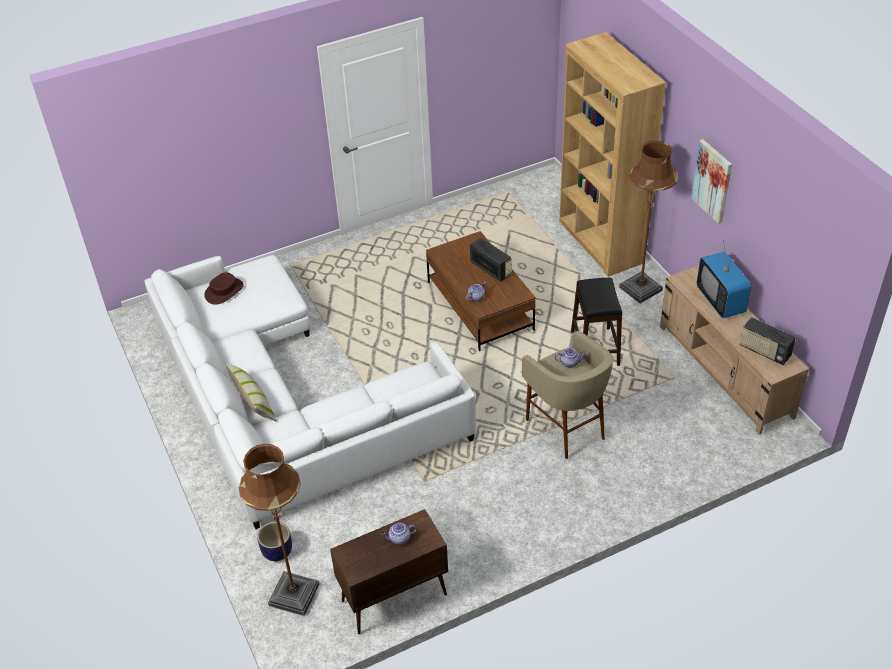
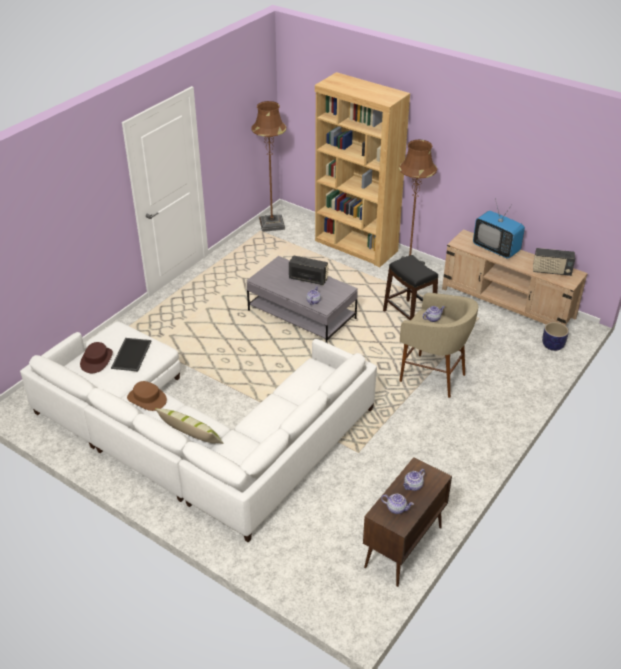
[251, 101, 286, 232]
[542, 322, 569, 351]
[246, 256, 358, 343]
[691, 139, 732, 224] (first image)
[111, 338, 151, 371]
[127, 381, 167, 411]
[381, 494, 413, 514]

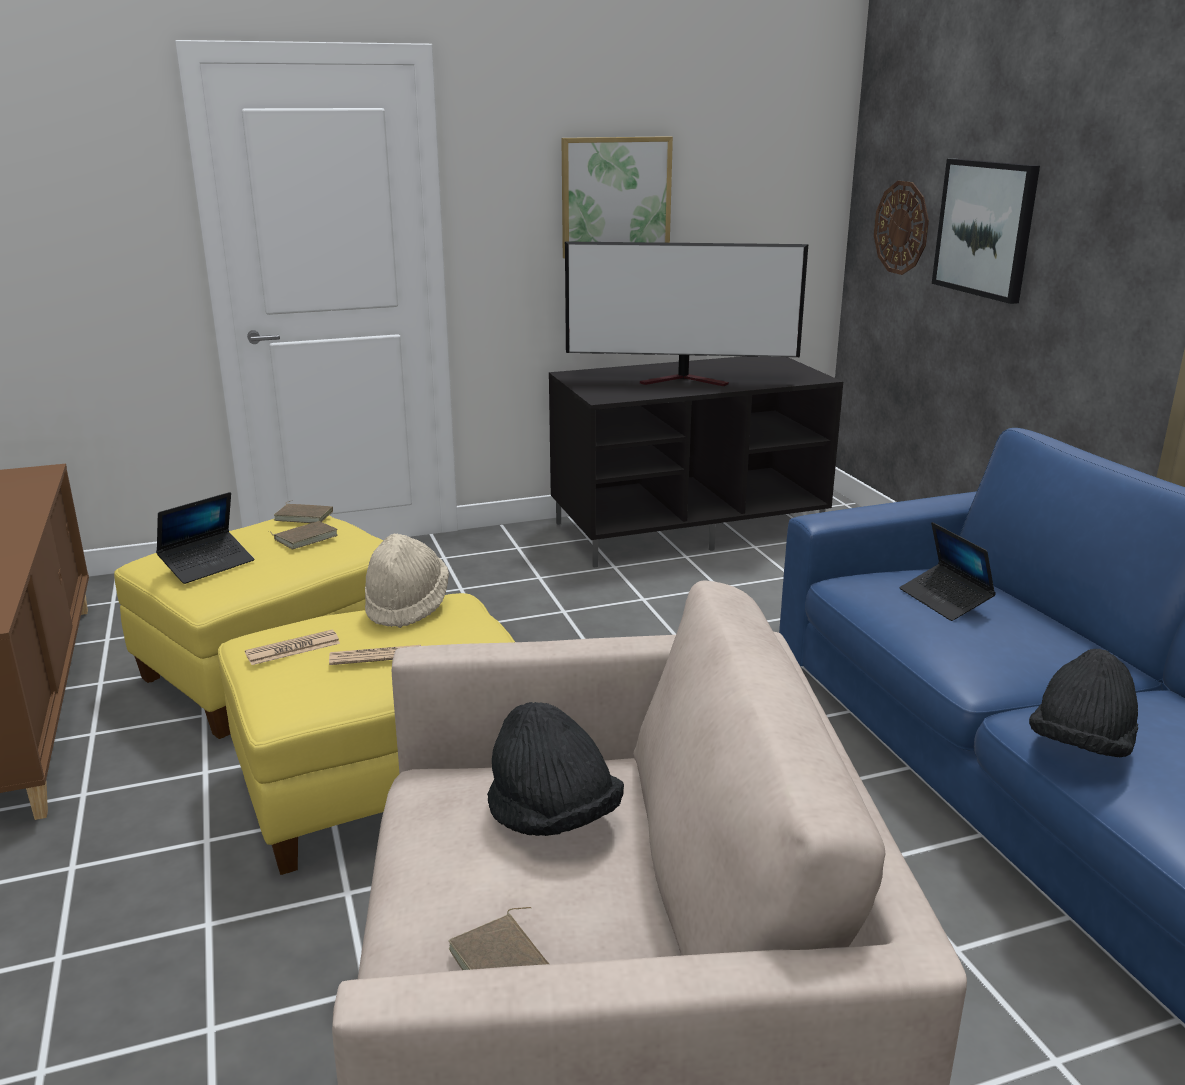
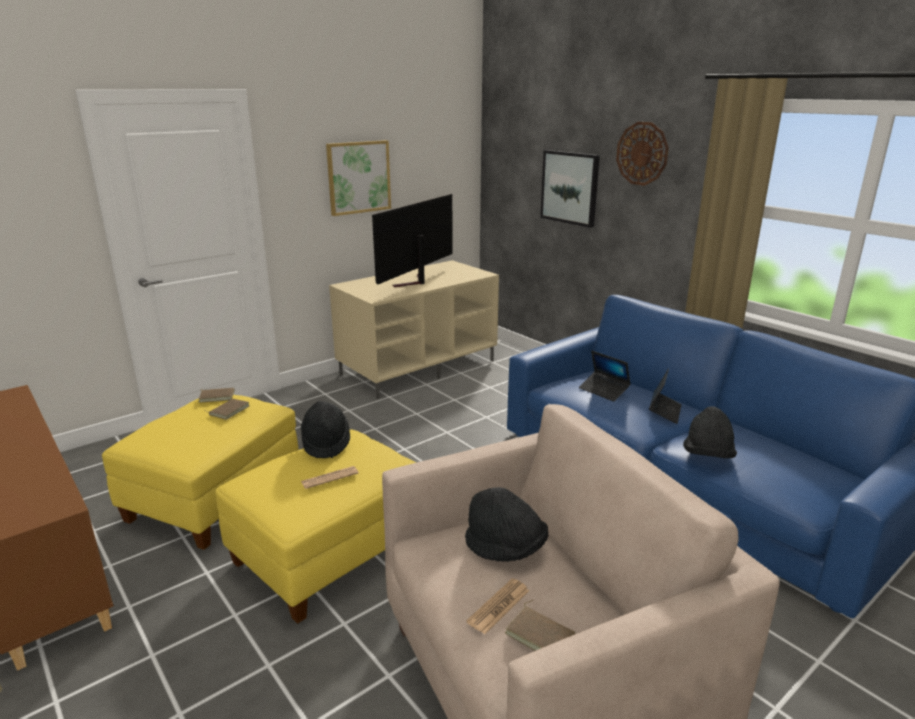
[649, 368, 682, 424]
[466, 579, 529, 634]
[301, 401, 350, 458]
[329, 260, 499, 399]
[372, 194, 453, 287]
[616, 122, 669, 186]

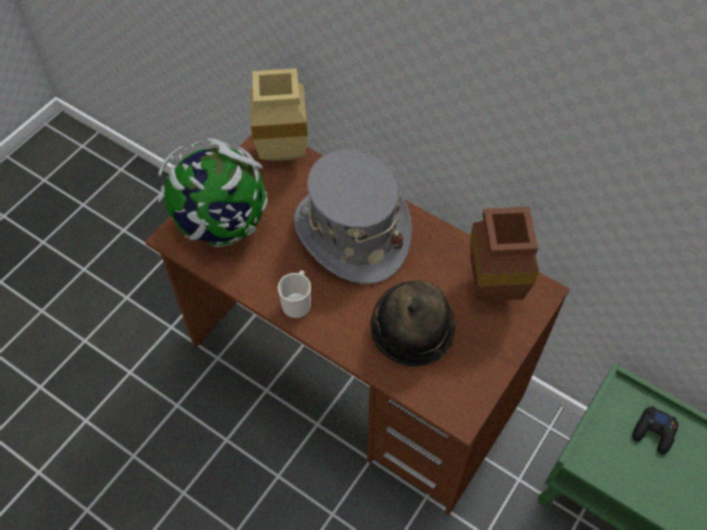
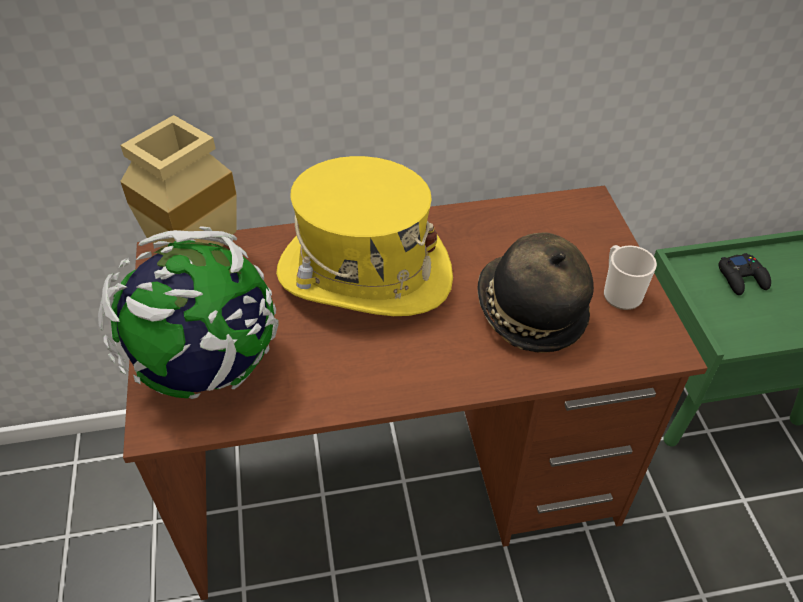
[604, 245, 657, 310]
[276, 156, 453, 316]
[470, 207, 539, 302] (first image)

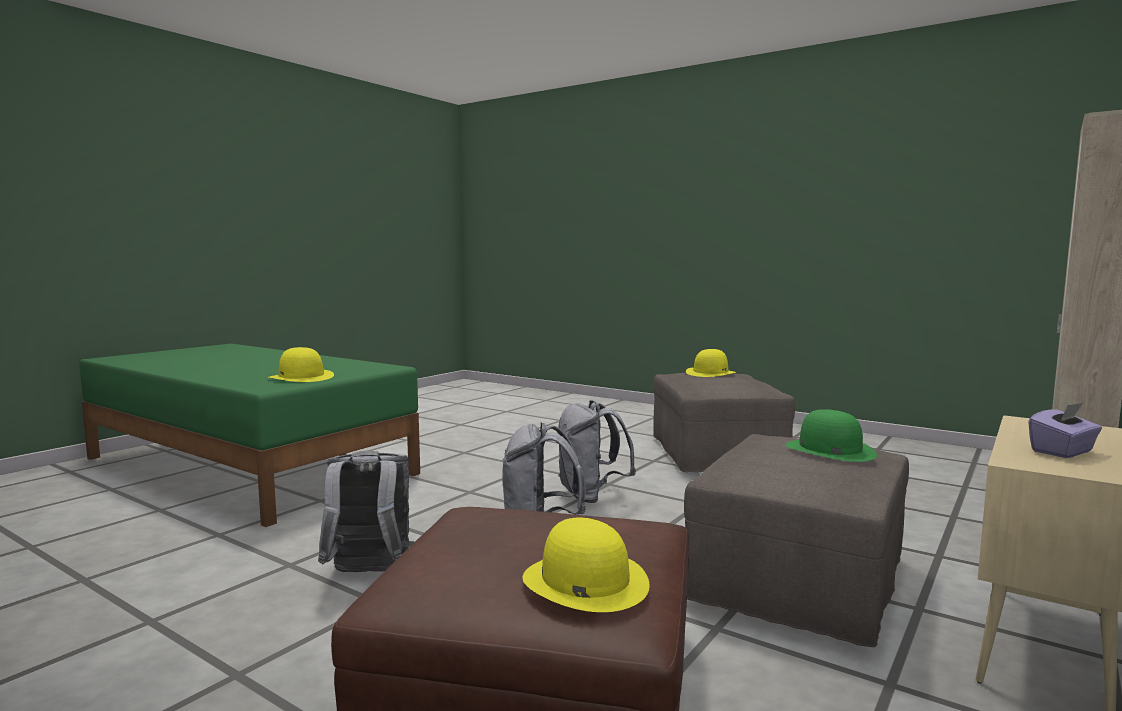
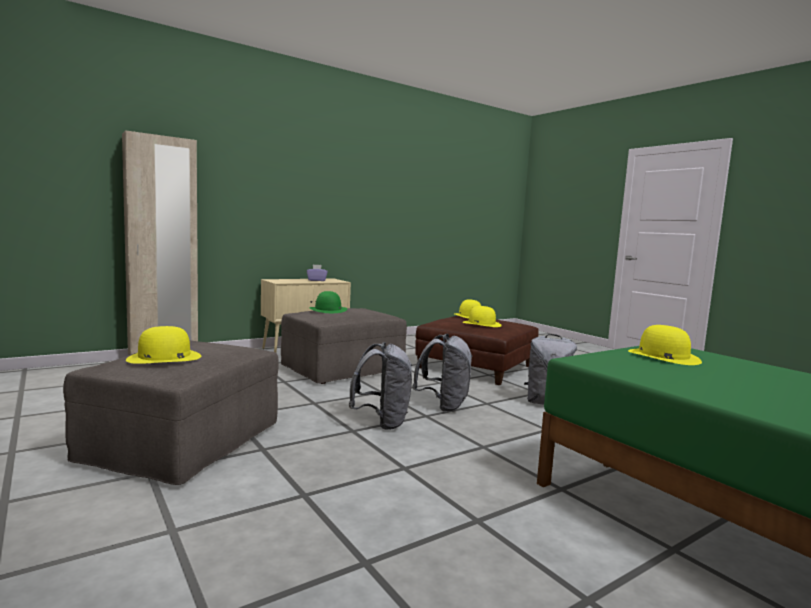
[463, 306, 502, 327]

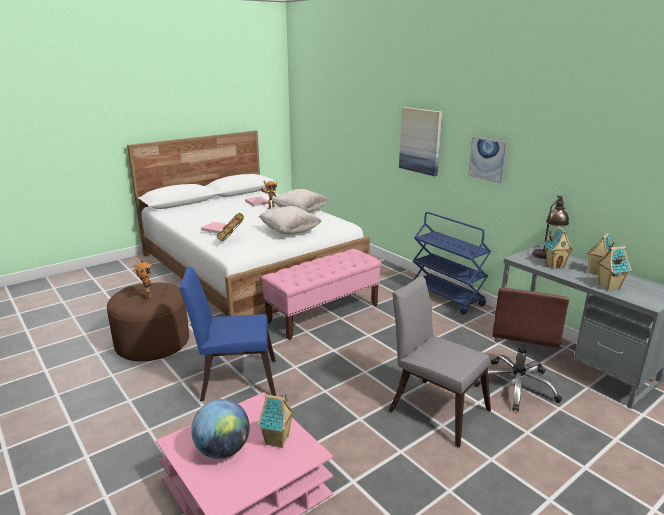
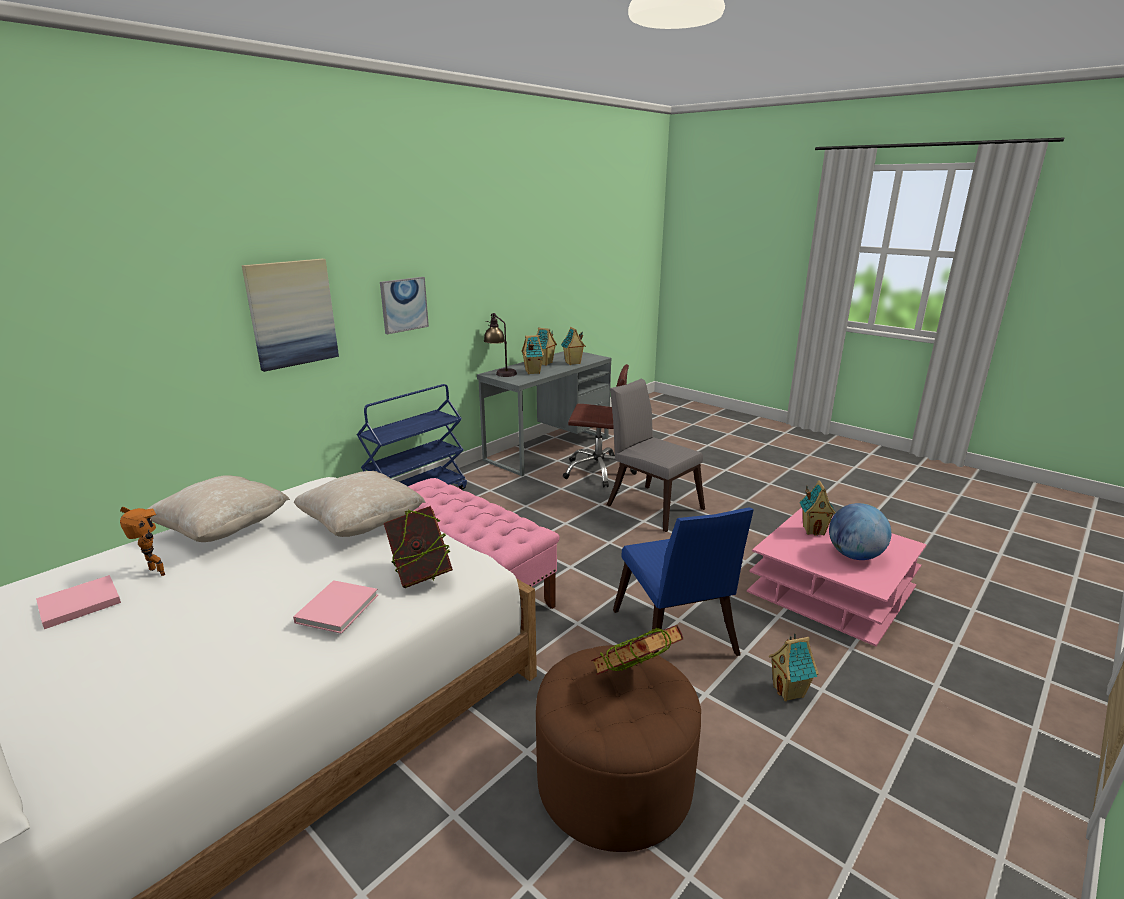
[591, 625, 683, 675]
[607, 379, 705, 532]
[769, 633, 819, 702]

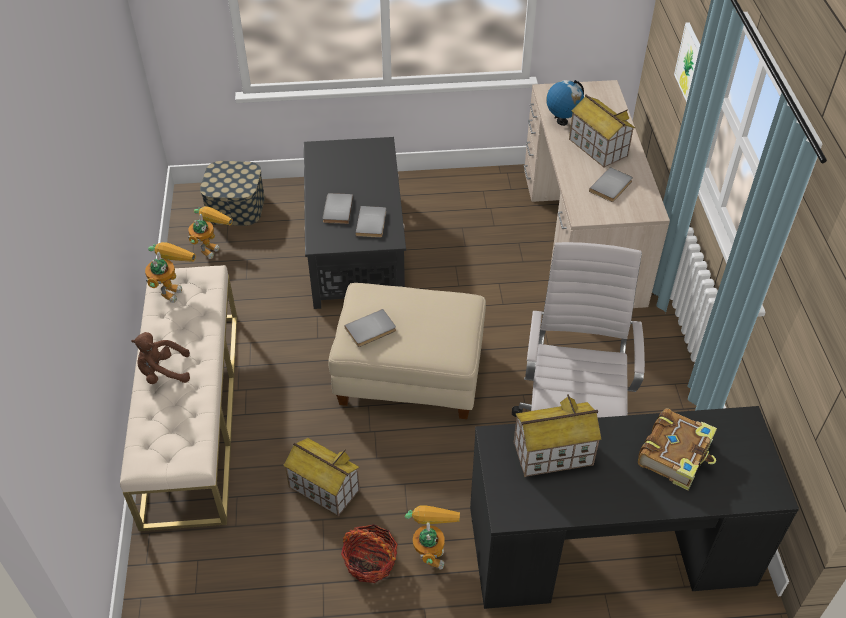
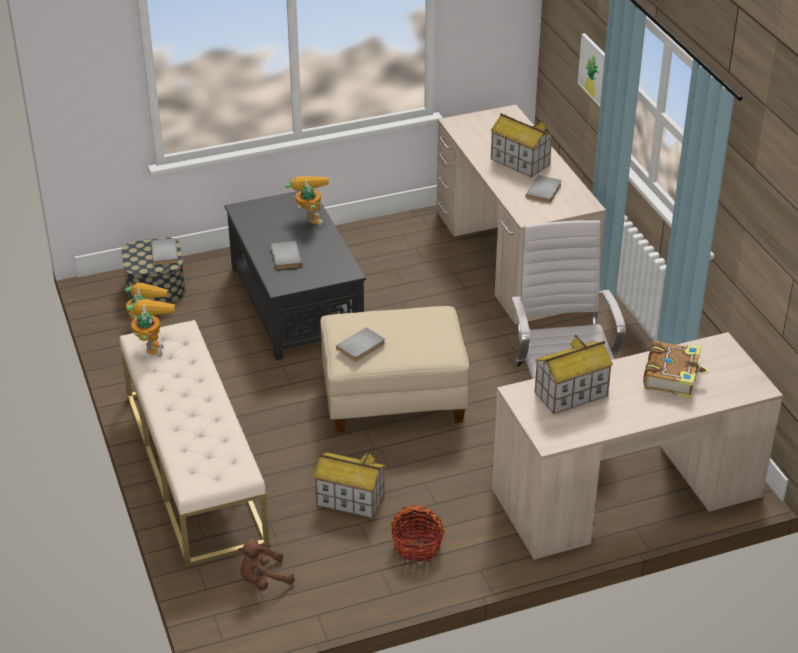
[238, 538, 295, 591]
[151, 238, 178, 265]
[285, 176, 329, 226]
[492, 332, 783, 560]
[546, 80, 584, 126] (first image)

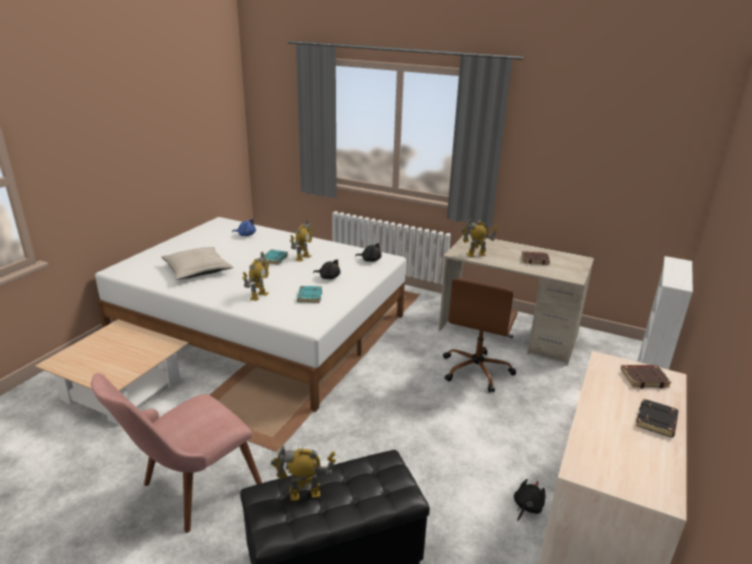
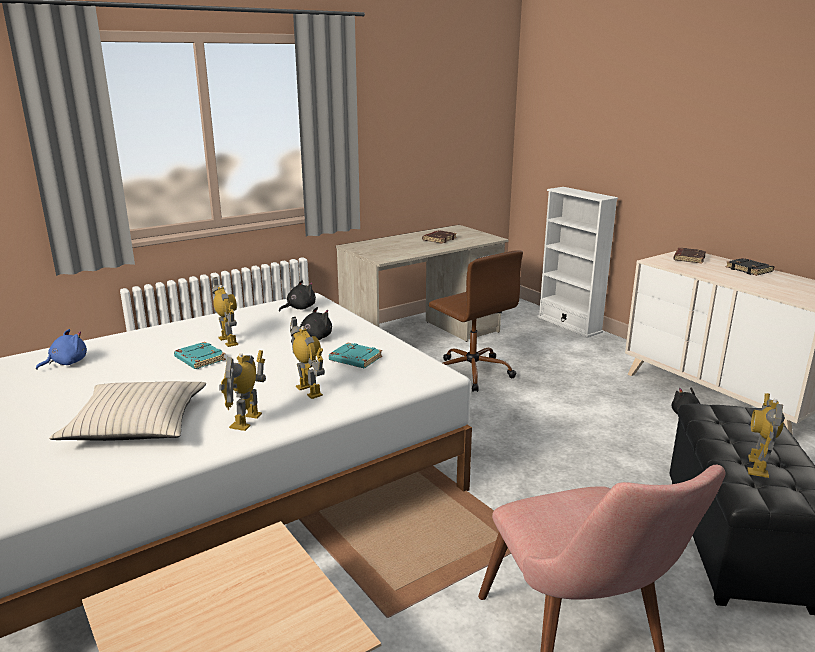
[219, 350, 266, 431]

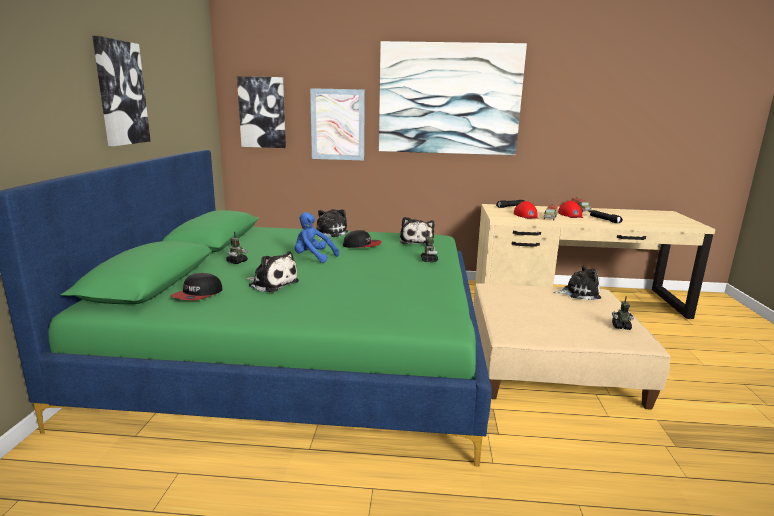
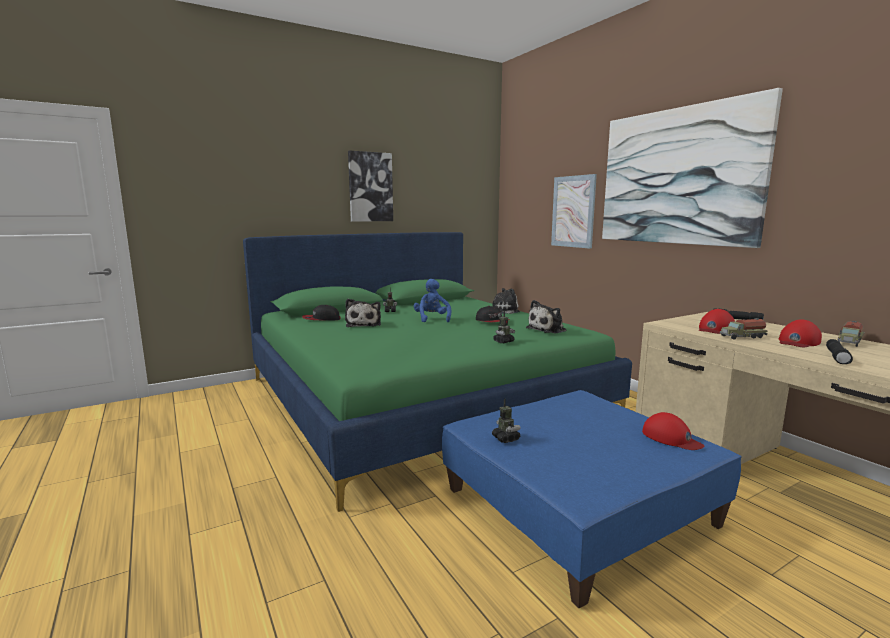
[237, 76, 286, 148] (first image)
[442, 390, 742, 608]
[642, 412, 705, 450]
[492, 399, 521, 443]

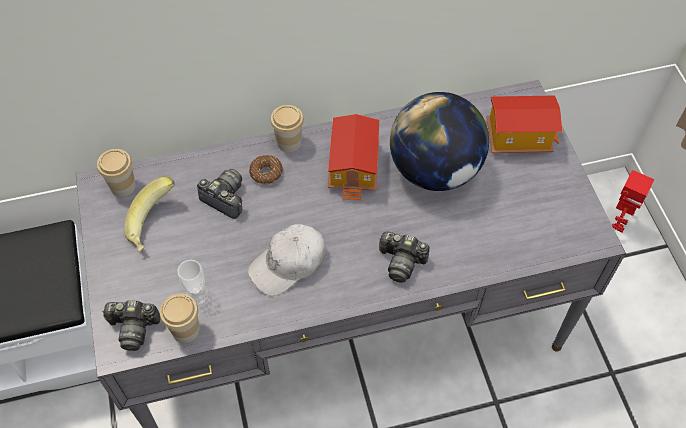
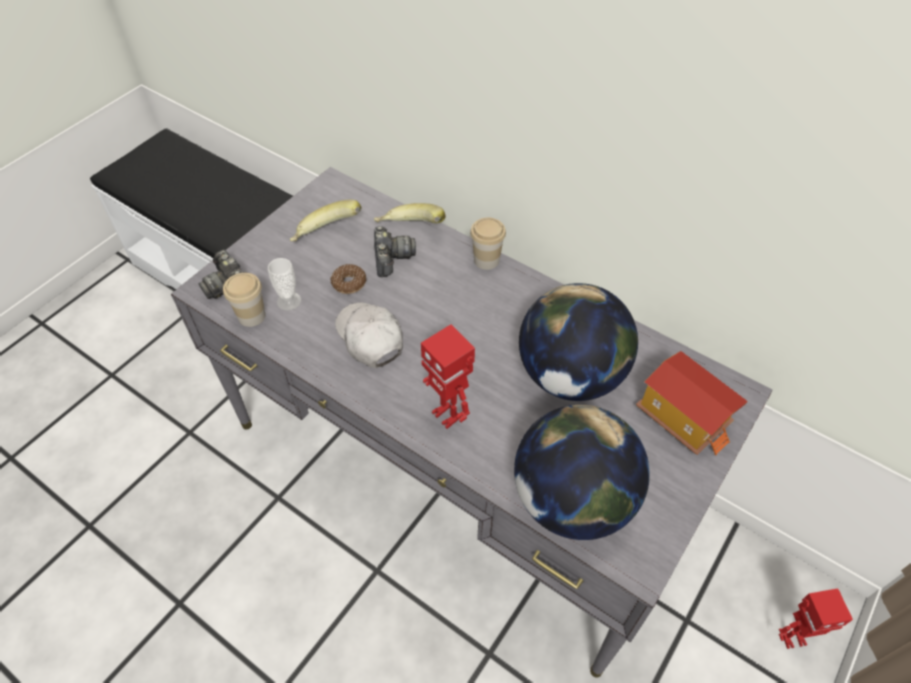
[97, 149, 136, 197] (first image)
[335, 303, 403, 368]
[331, 264, 366, 294]
[328, 114, 379, 201] (first image)
[421, 324, 475, 429]
[374, 203, 446, 223]
[514, 405, 650, 540]

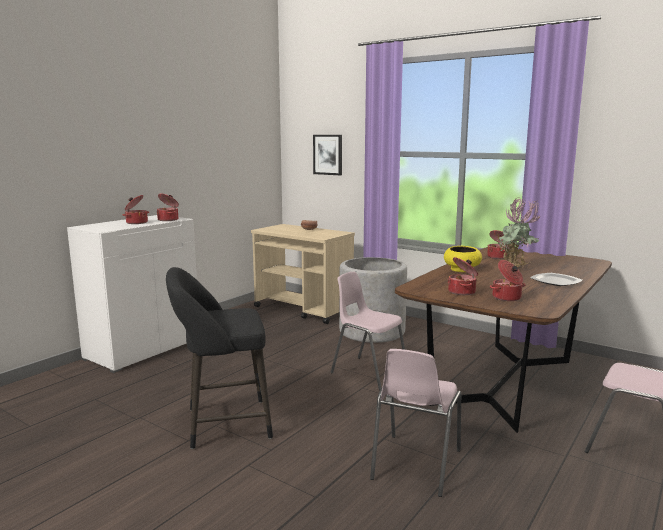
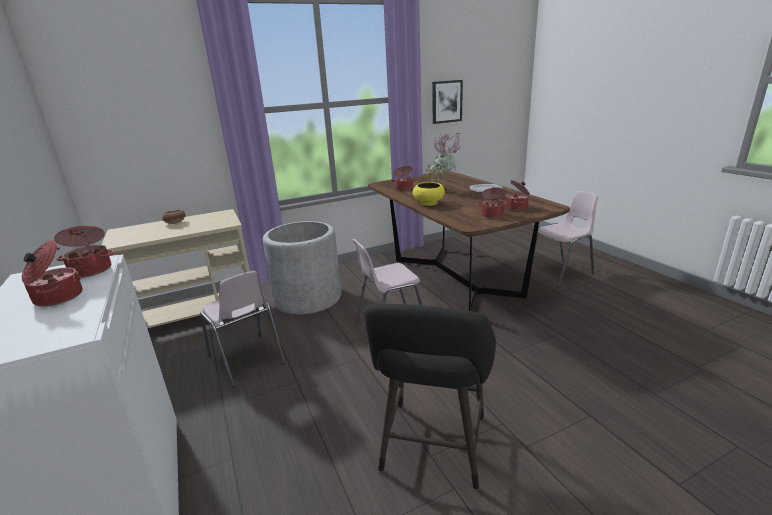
[432, 80, 463, 124]
[200, 271, 285, 387]

